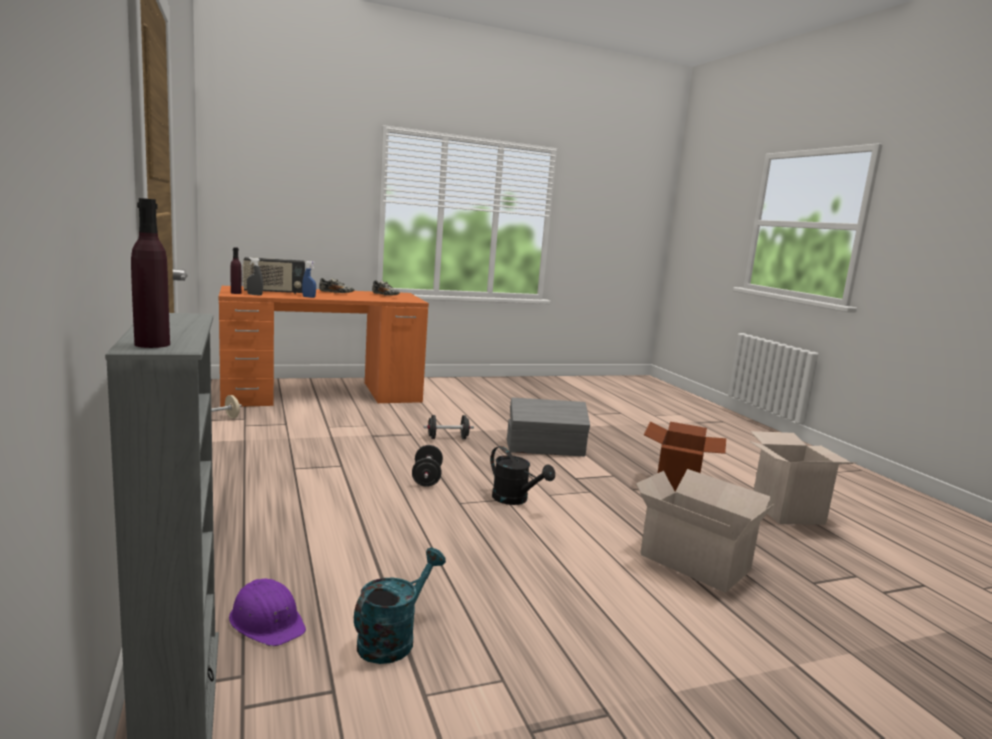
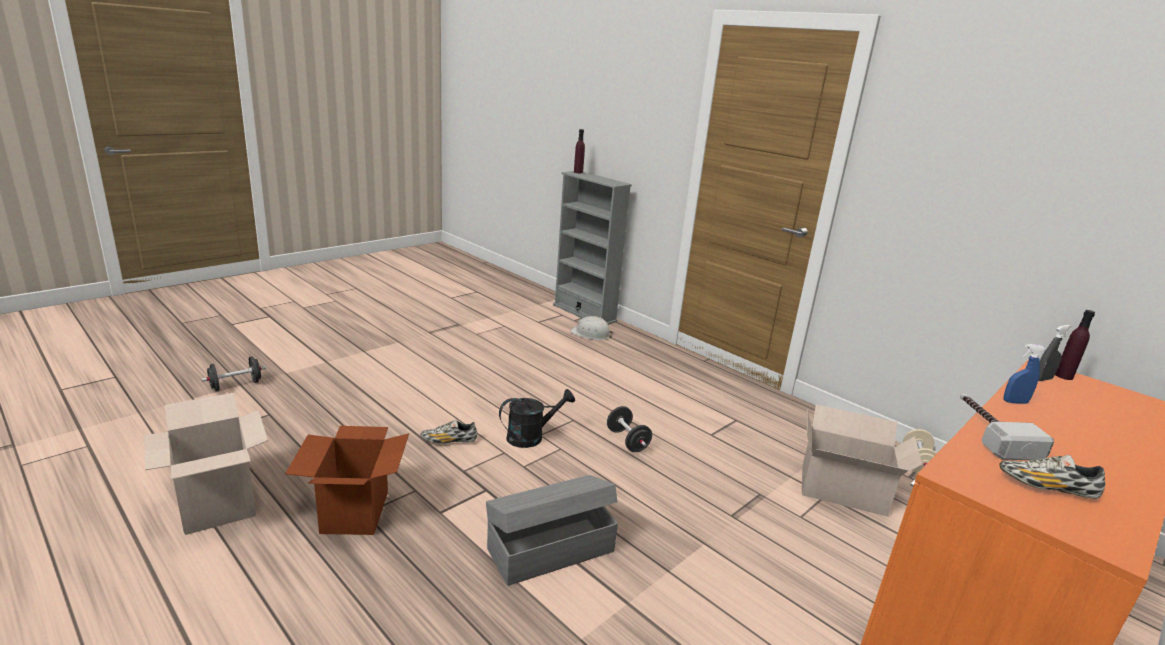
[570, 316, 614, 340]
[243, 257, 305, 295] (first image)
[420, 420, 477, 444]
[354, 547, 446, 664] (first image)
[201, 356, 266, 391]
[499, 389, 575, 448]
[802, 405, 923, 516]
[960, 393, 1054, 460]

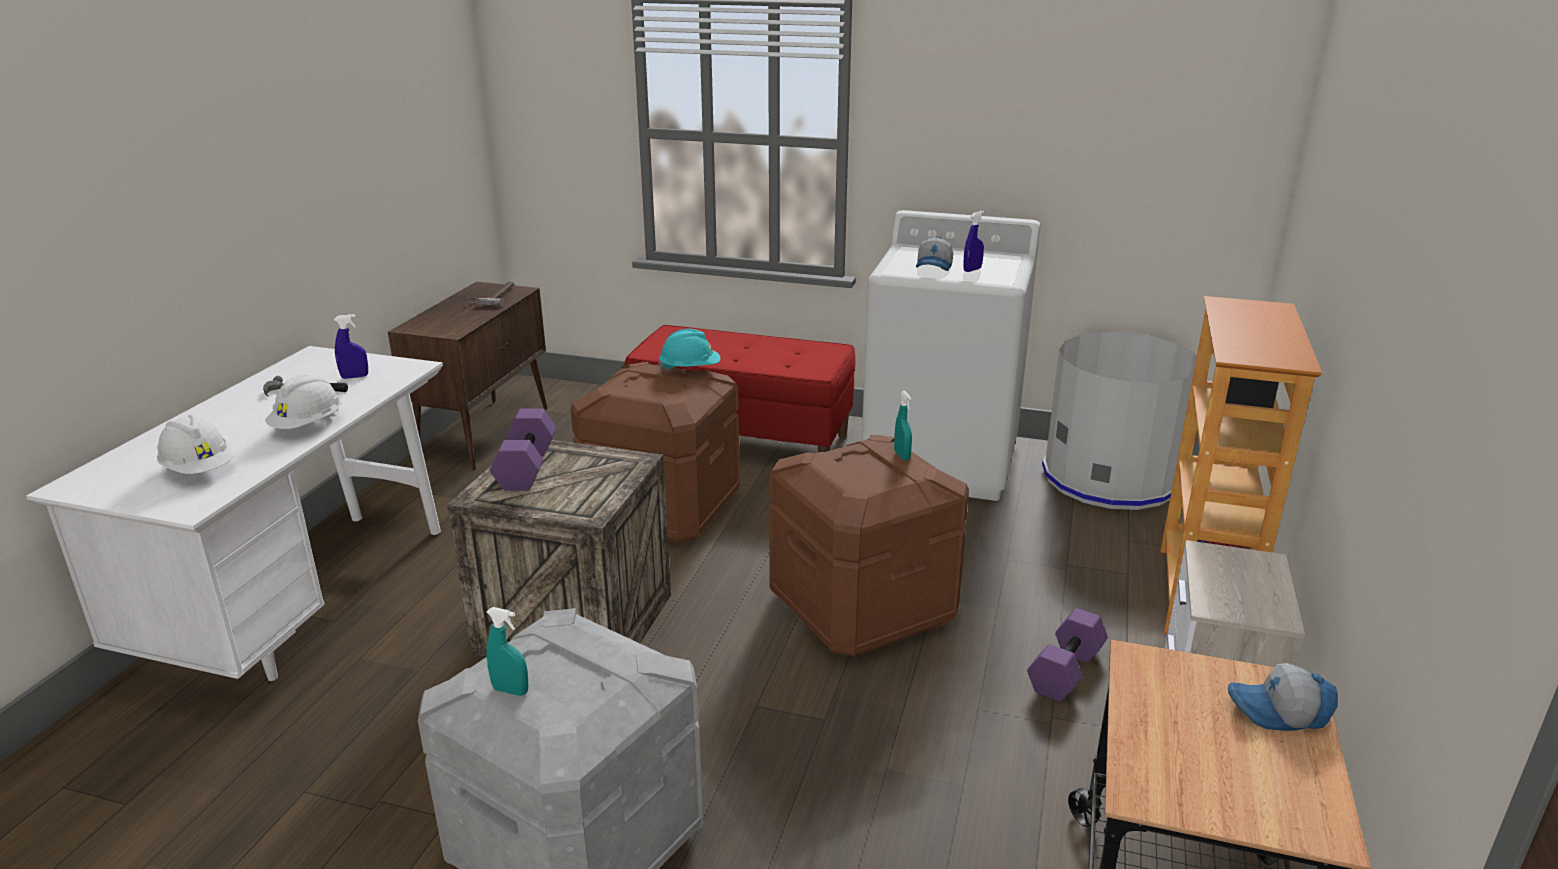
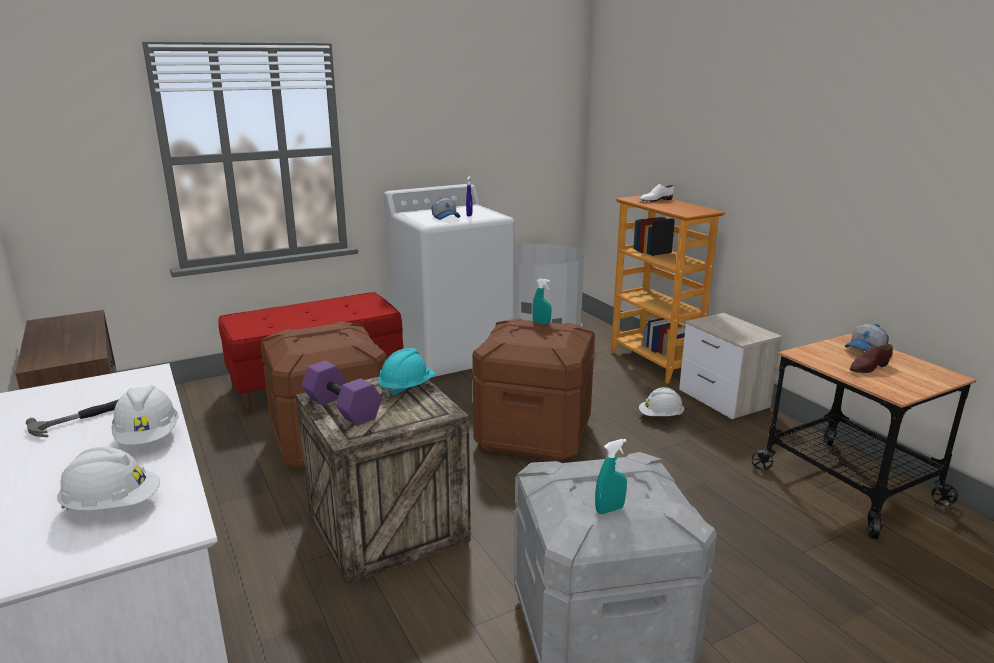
[334, 314, 368, 379] (first image)
[467, 282, 514, 307] (first image)
[378, 348, 435, 398]
[639, 387, 684, 416]
[640, 184, 674, 202]
[850, 344, 893, 373]

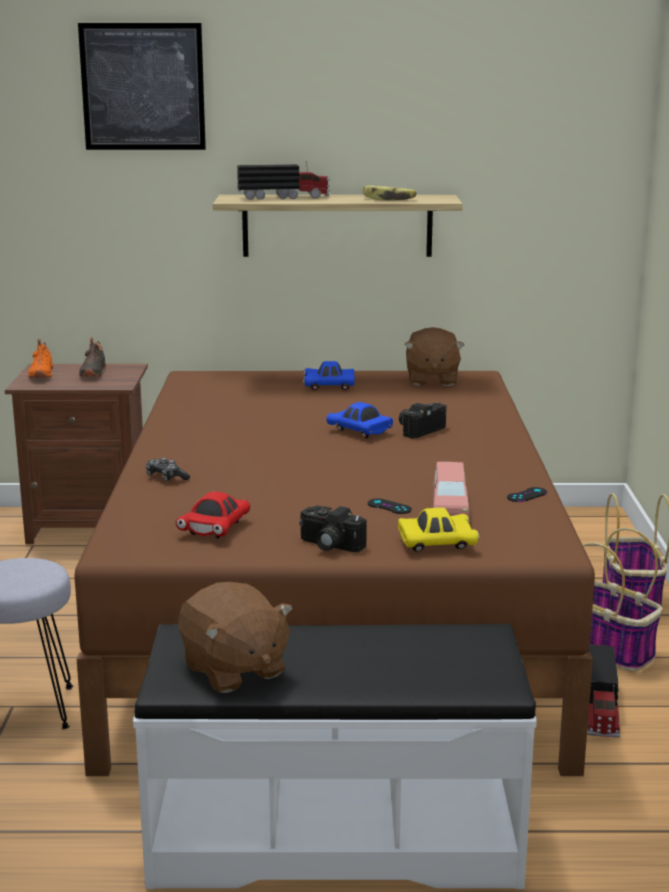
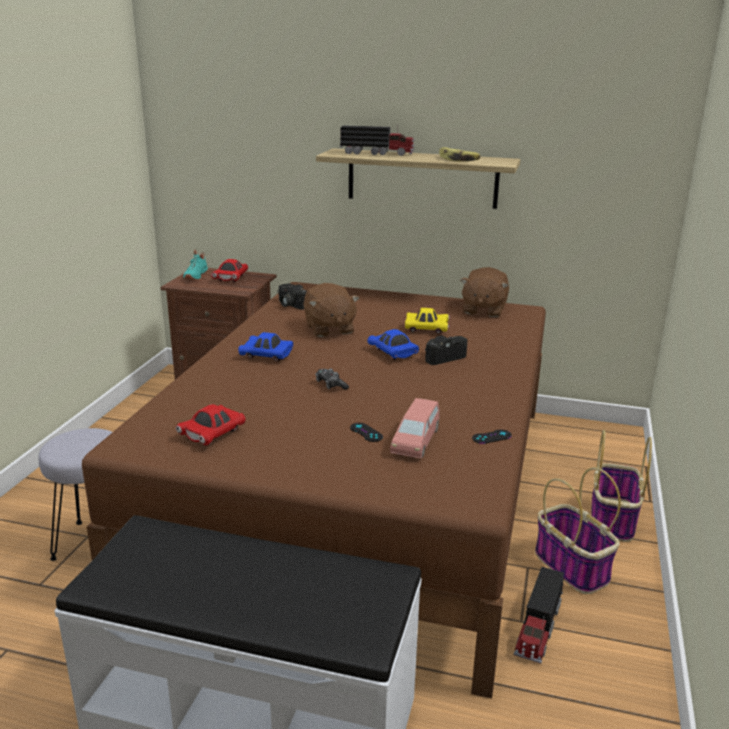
[183, 250, 208, 280]
[78, 23, 206, 150] (first image)
[211, 259, 248, 282]
[315, 369, 349, 390]
[303, 283, 359, 337]
[277, 284, 307, 310]
[238, 332, 293, 362]
[405, 308, 450, 334]

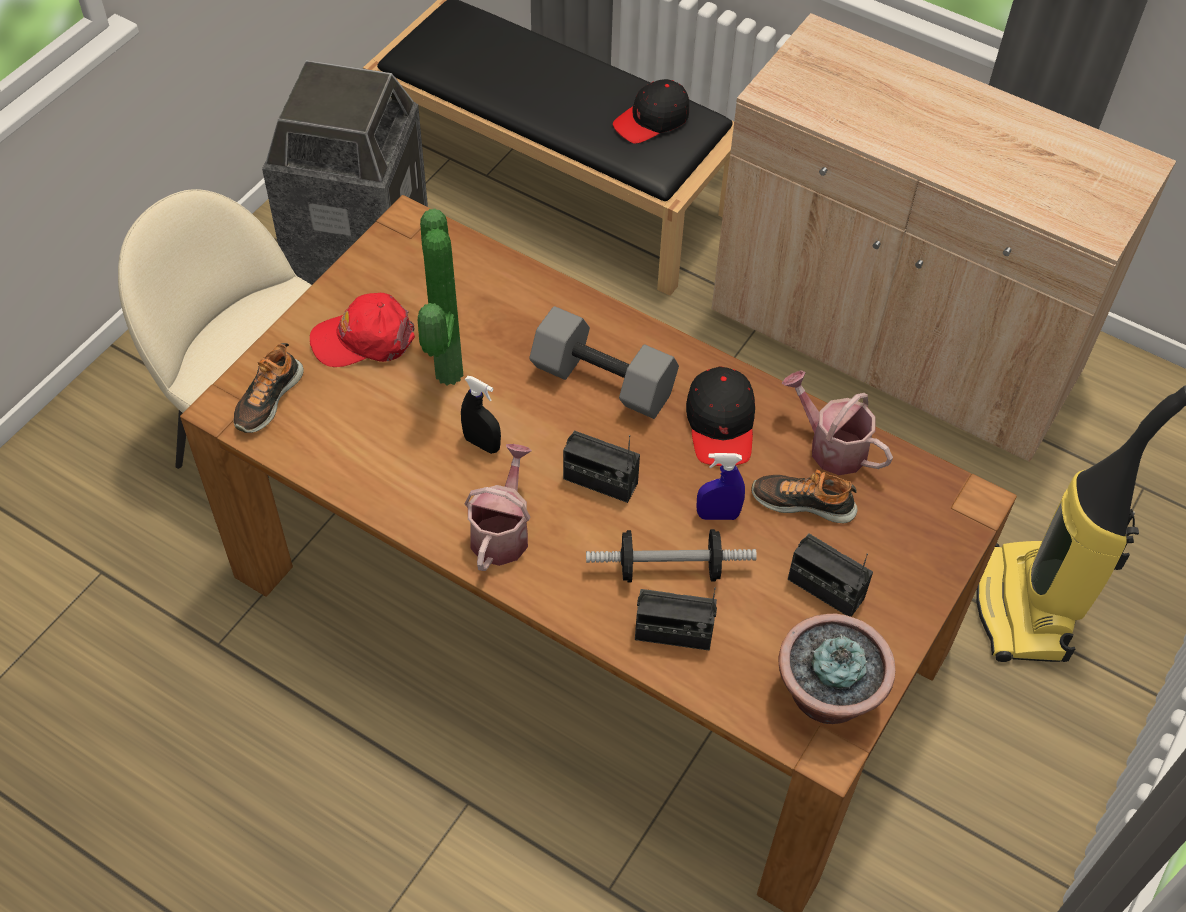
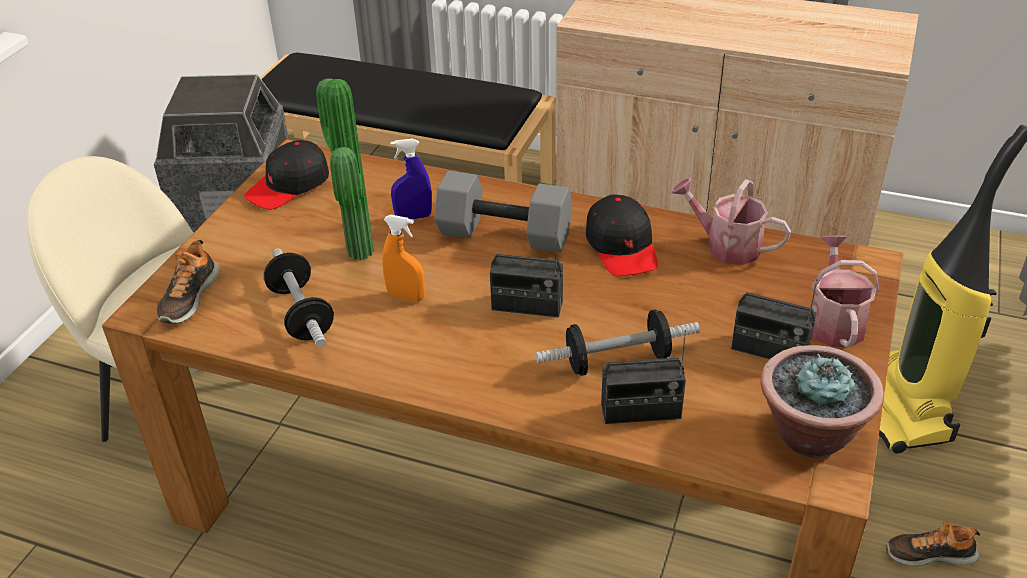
[310, 293, 415, 367] (first image)
[382, 214, 425, 302]
[811, 236, 880, 347]
[244, 140, 329, 210]
[390, 138, 432, 219]
[886, 522, 980, 566]
[264, 248, 334, 348]

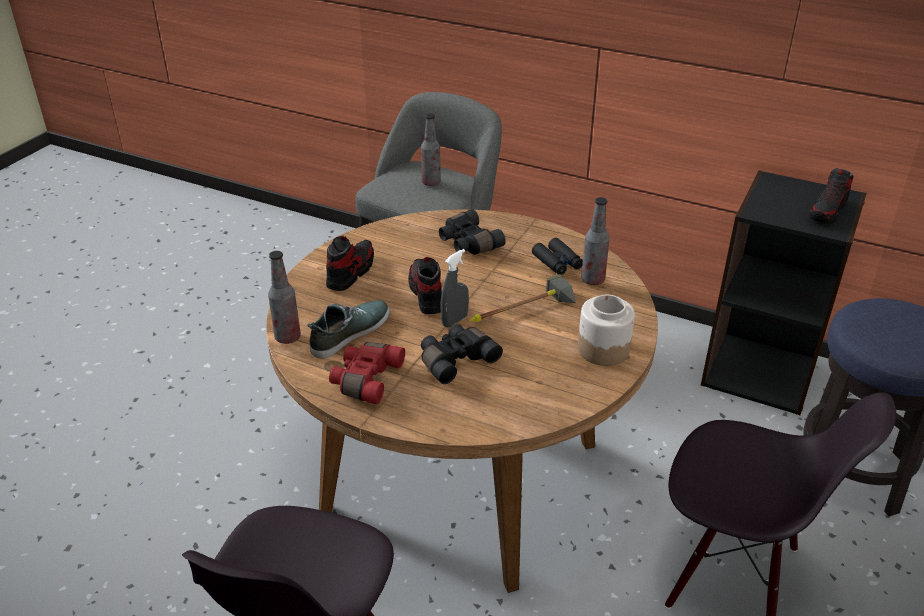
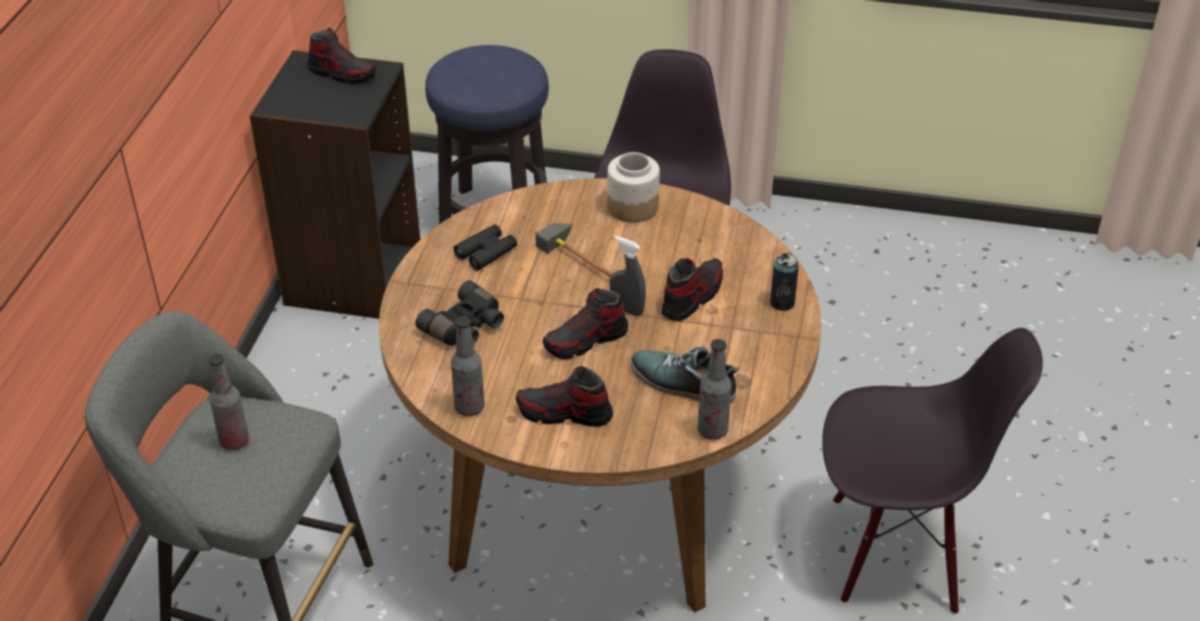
[329, 342, 405, 404] (first image)
[662, 258, 723, 321]
[451, 316, 485, 416]
[770, 253, 799, 311]

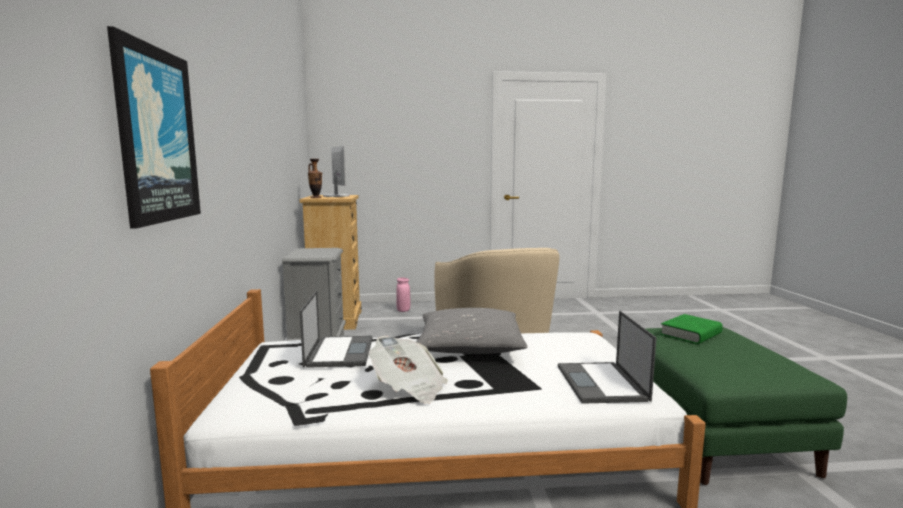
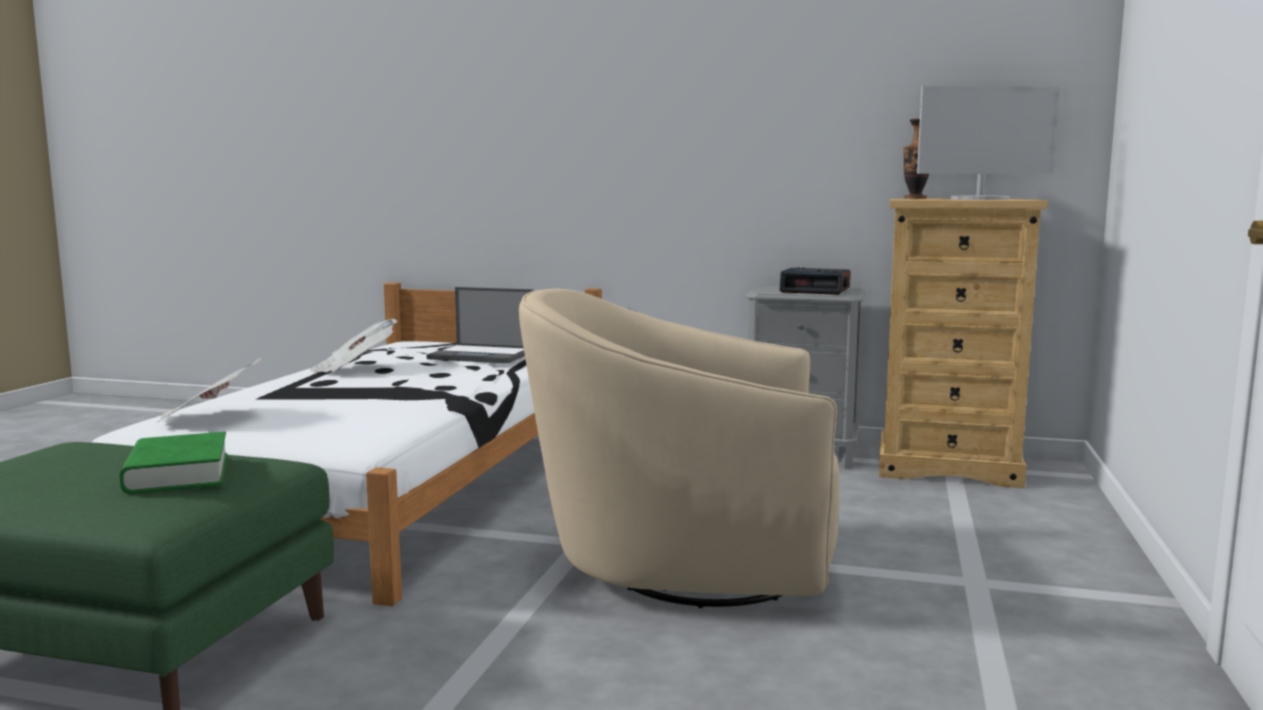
[107, 26, 201, 229] (first image)
[396, 277, 410, 312] (first image)
[417, 308, 528, 354] (first image)
[158, 358, 261, 422]
[780, 267, 851, 295]

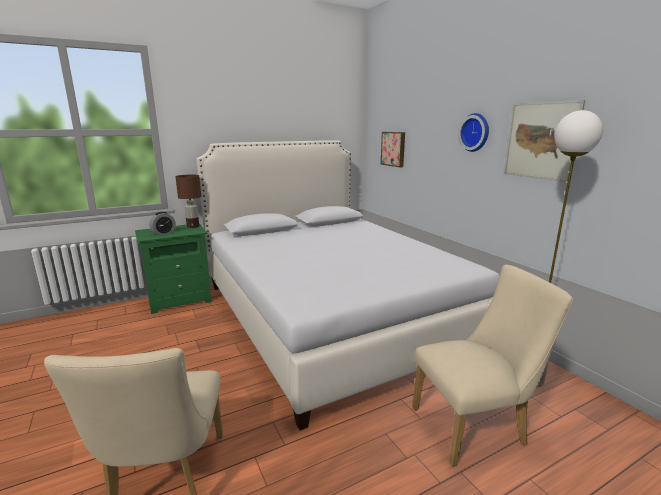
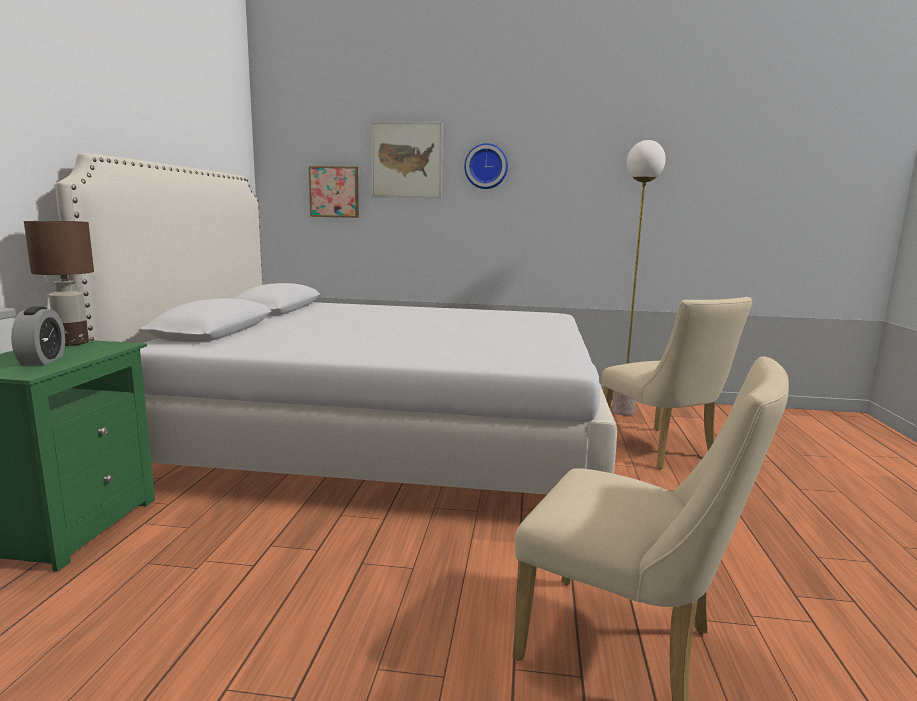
[602, 297, 752, 469]
[370, 121, 443, 198]

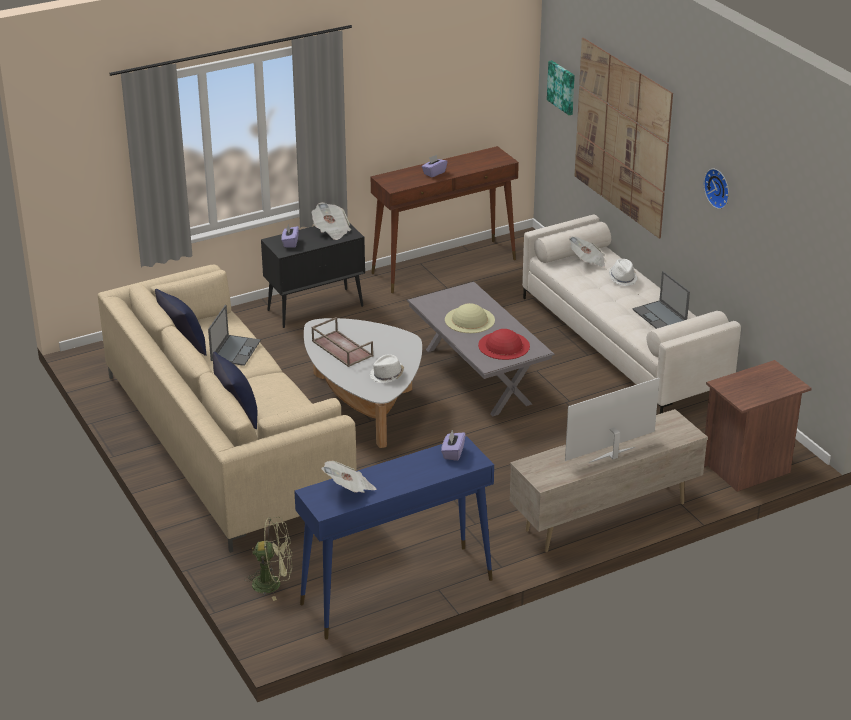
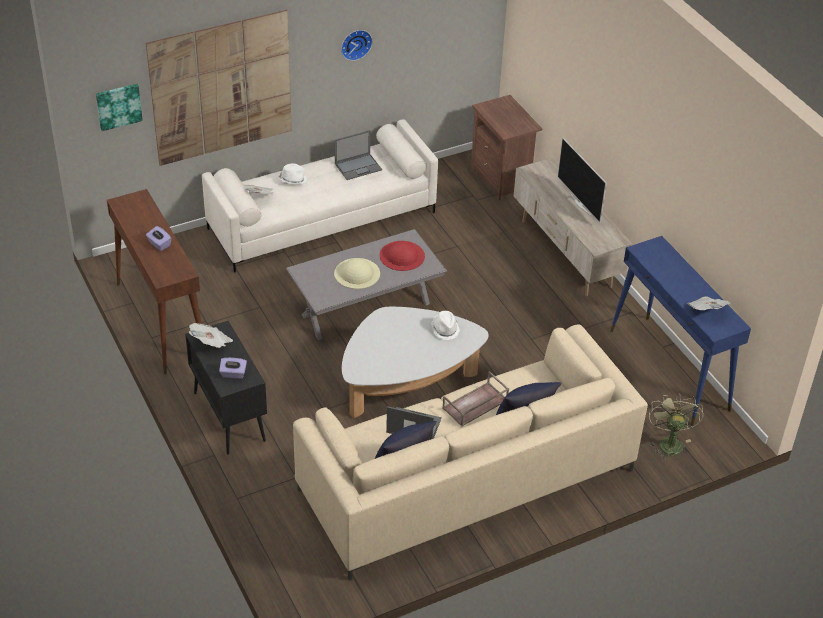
[442, 371, 509, 427]
[441, 430, 466, 461] (first image)

